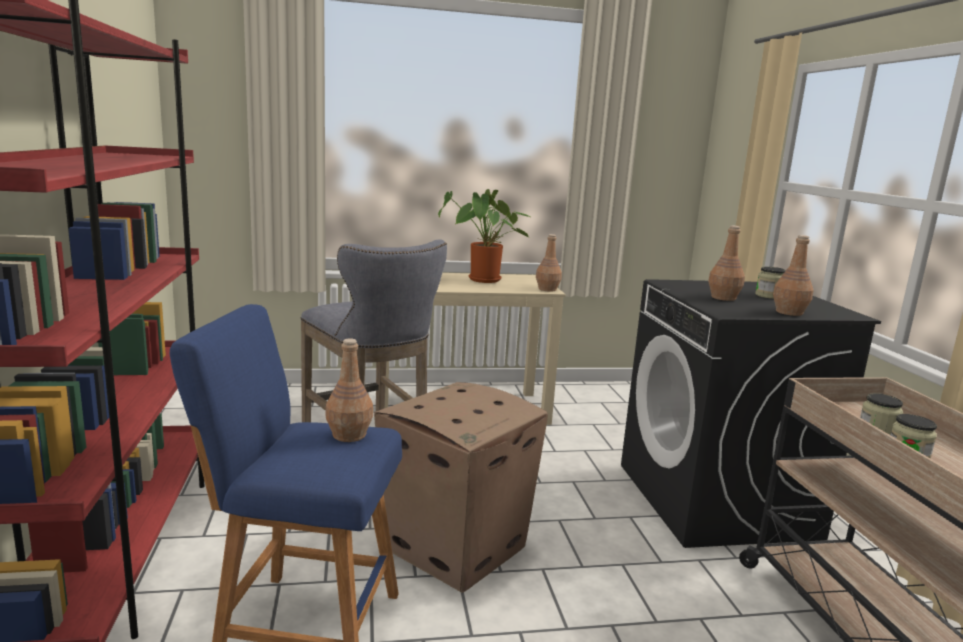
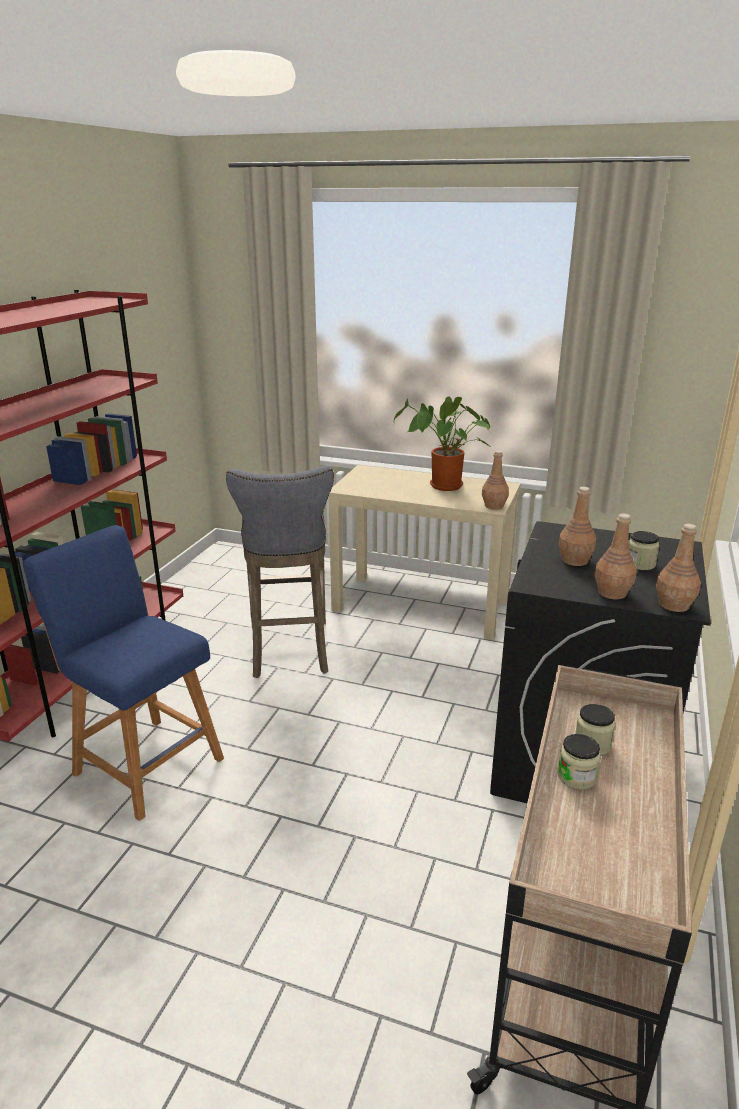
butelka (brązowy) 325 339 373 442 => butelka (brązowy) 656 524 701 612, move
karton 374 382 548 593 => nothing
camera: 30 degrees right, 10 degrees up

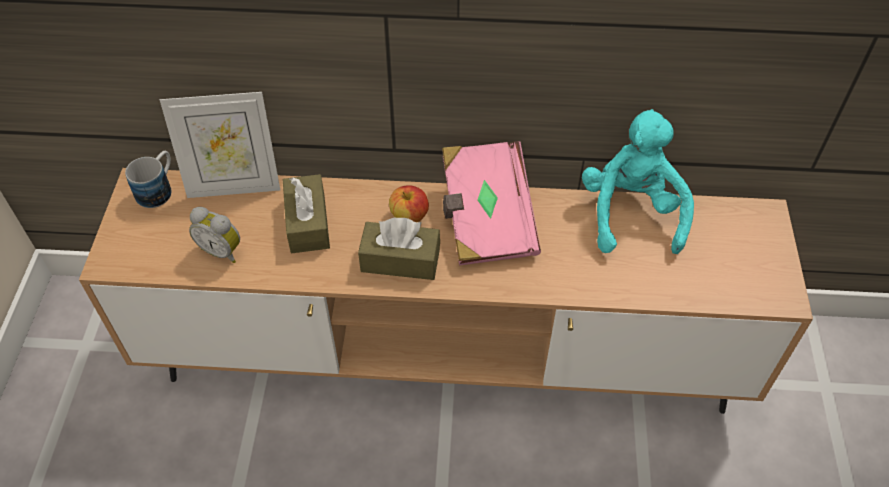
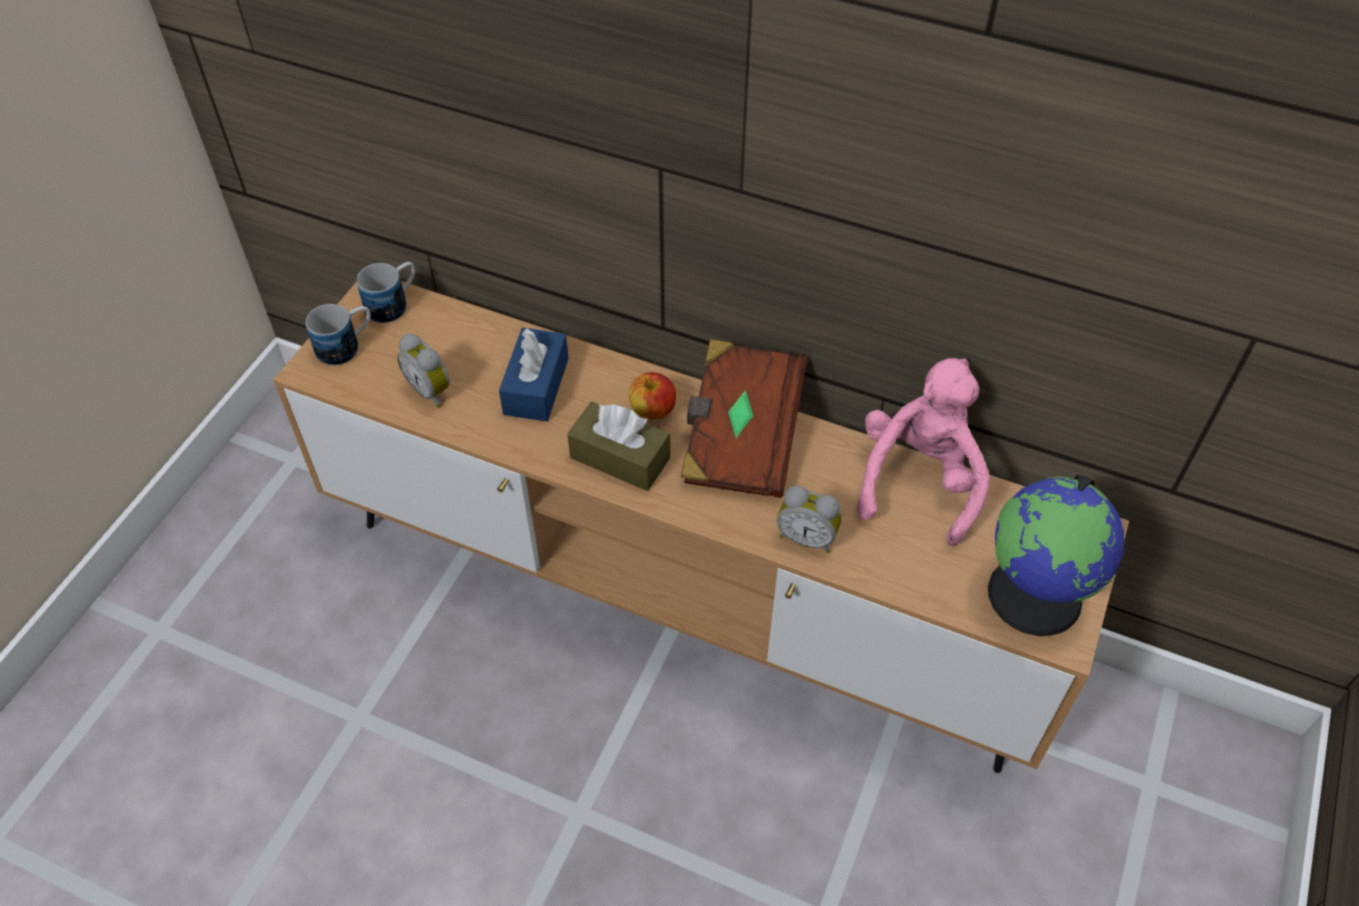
nothing => kubek 306 304 371 365
pudełko chusteczek (brązowy) 283 174 330 253 => pudełko chusteczek (niebieski) 499 328 569 421
książka (różowy) 442 141 541 265 => książka (brązowy) 681 339 807 498
nothing => budzik 777 485 842 553
pluszak (turkusowy) 582 109 694 254 => pluszak (różowy) 857 358 990 546
nothing => globus 988 475 1124 636
ramka na zdjęcie 160 92 280 198 => nothing
camera: 20 degrees right, 0 degrees up

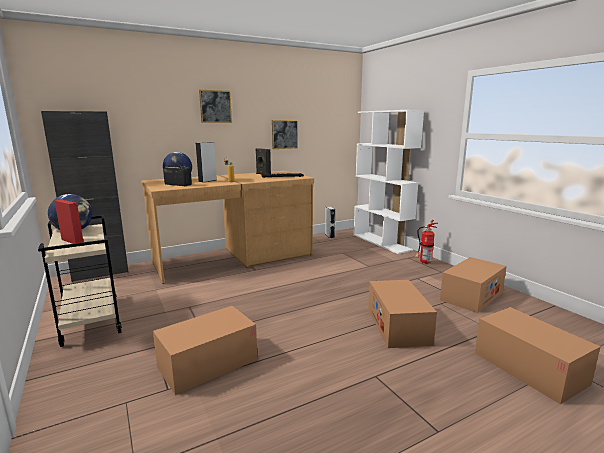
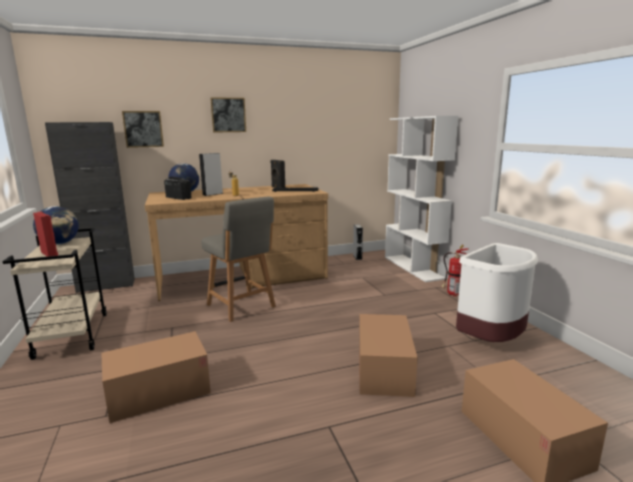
obraz 272 120 298 149 => obraz 122 111 164 148, move
nothing => krzesło (szary) 201 197 276 322
karton 440 257 507 313 => kosz na śmieci (biały) 456 243 538 342
camera: 10 degrees right, 0 degrees up

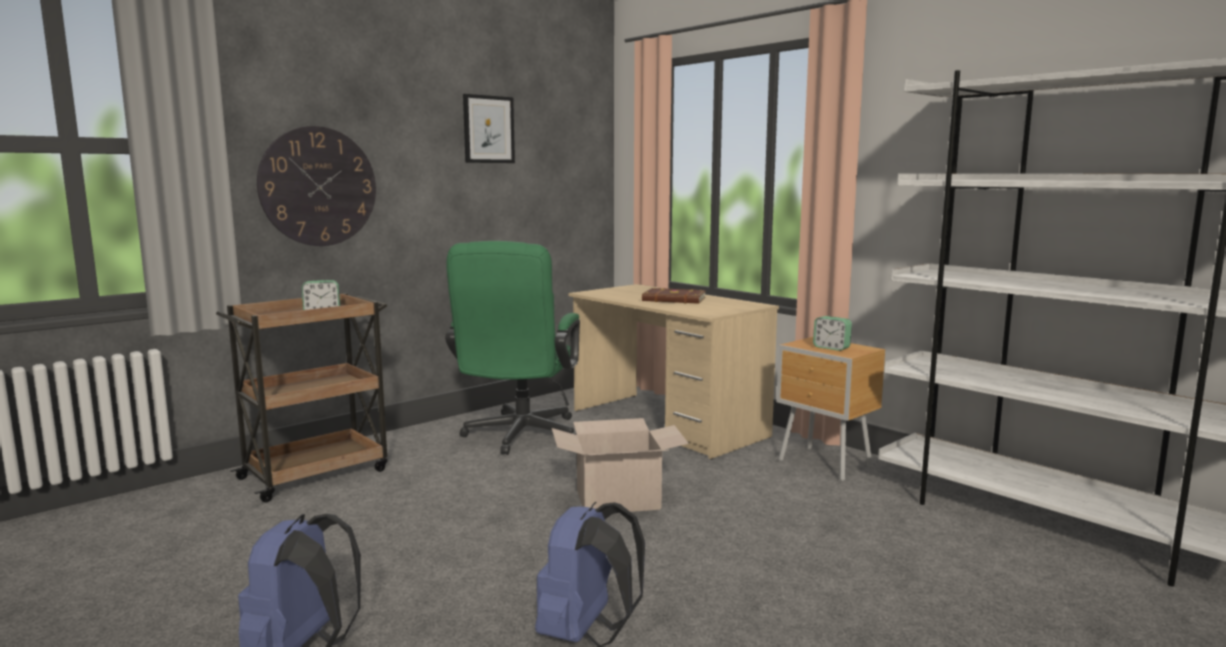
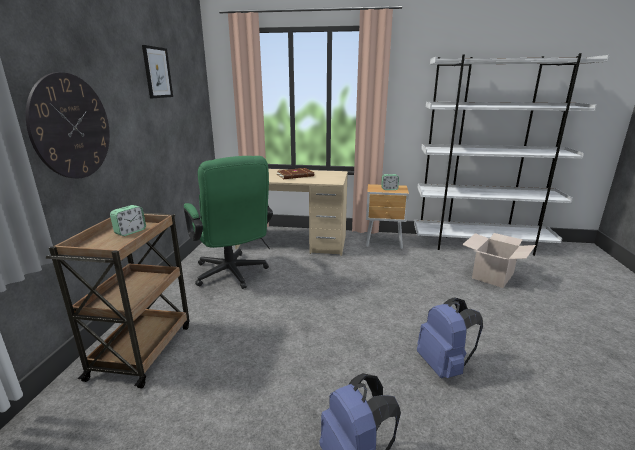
karton 552 418 689 512 => karton 462 233 536 288, move
camera: 40 degrees left, 10 degrees up

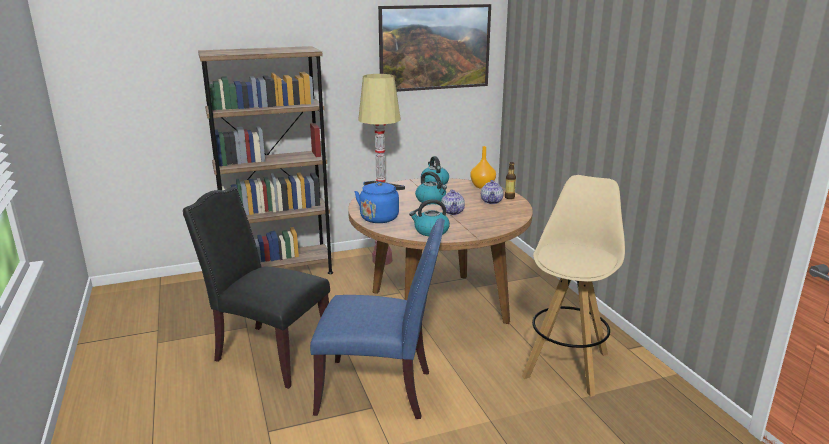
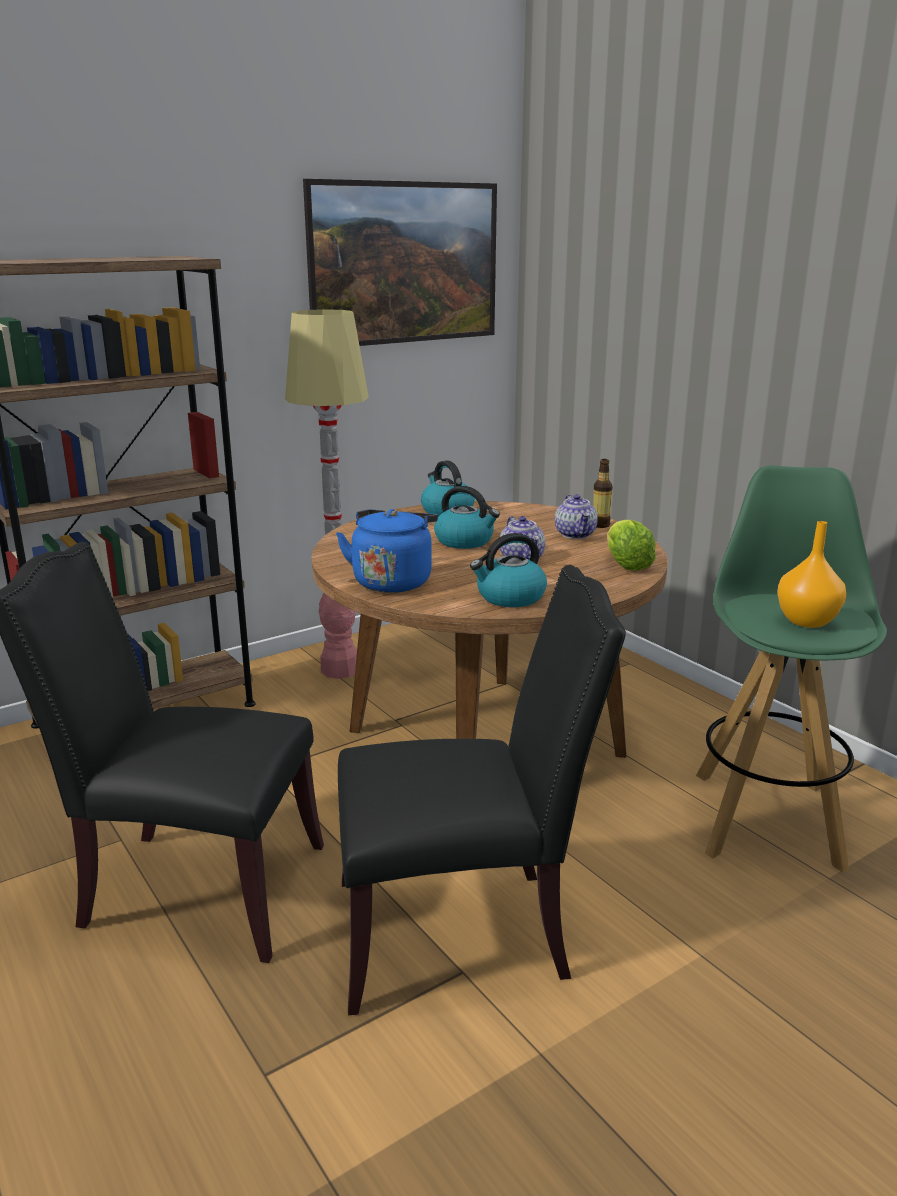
krzesło (niebieski) 310 218 445 419 => krzesło (czarny) 338 565 626 1015
nothing => sałata 607 520 656 571
stołek (beżowy) 522 175 625 397 => stołek (zielony) 696 465 887 873
wazon (pomarańczowy) 470 146 496 189 => wazon (pomarańczowy) 777 521 846 628, move
camera: 15 degrees left, 0 degrees up

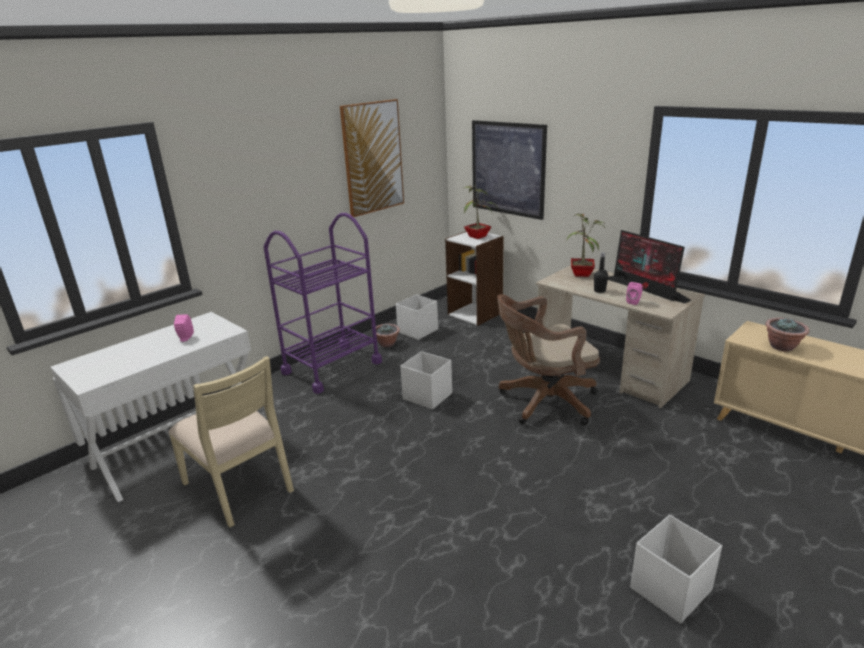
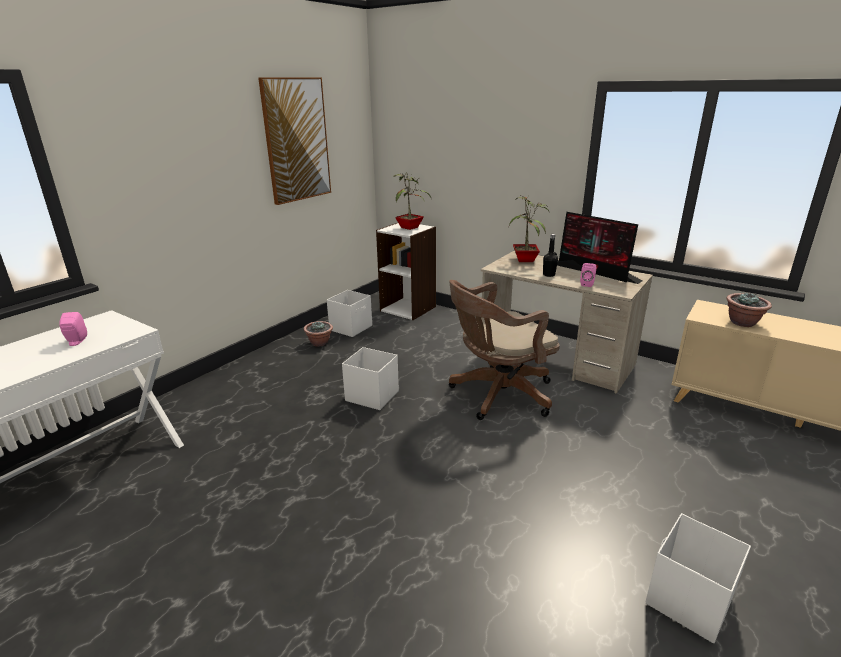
krzesło (beżowy) 168 356 294 527 => nothing
wózek (fioletowy) 264 213 382 394 => nothing
obraz 472 120 547 220 => nothing
camera: 10 degrees left, 0 degrees up

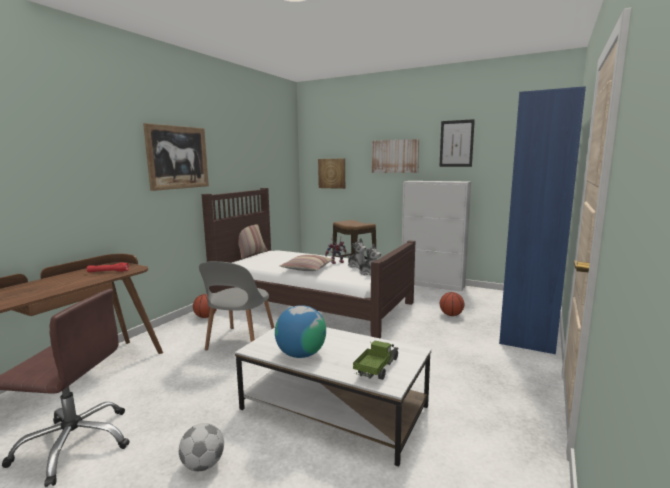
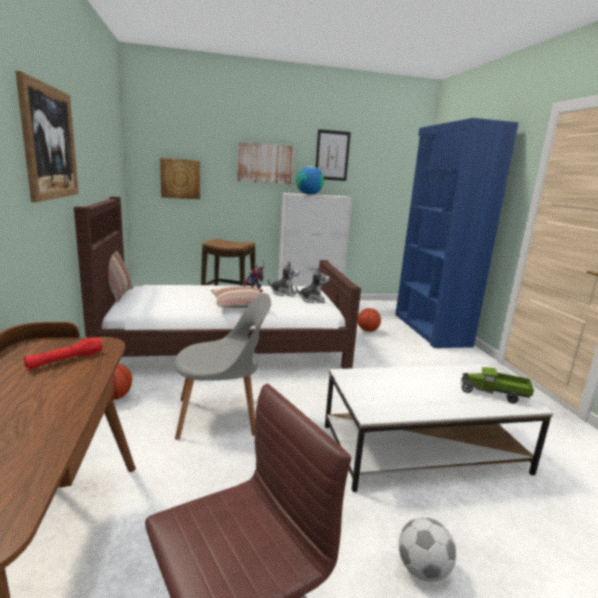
krzesło (szary) 199 261 275 351 => krzesło (szary) 174 293 271 440, 75 degrees counterclockwise
globus 275 305 326 358 => globus 296 166 324 195, move
ciężarówka zabawkowa 353 341 399 380 => ciężarówka zabawkowa 461 367 534 404, 60 degrees counterclockwise
camera: 40 degrees left, 5 degrees up

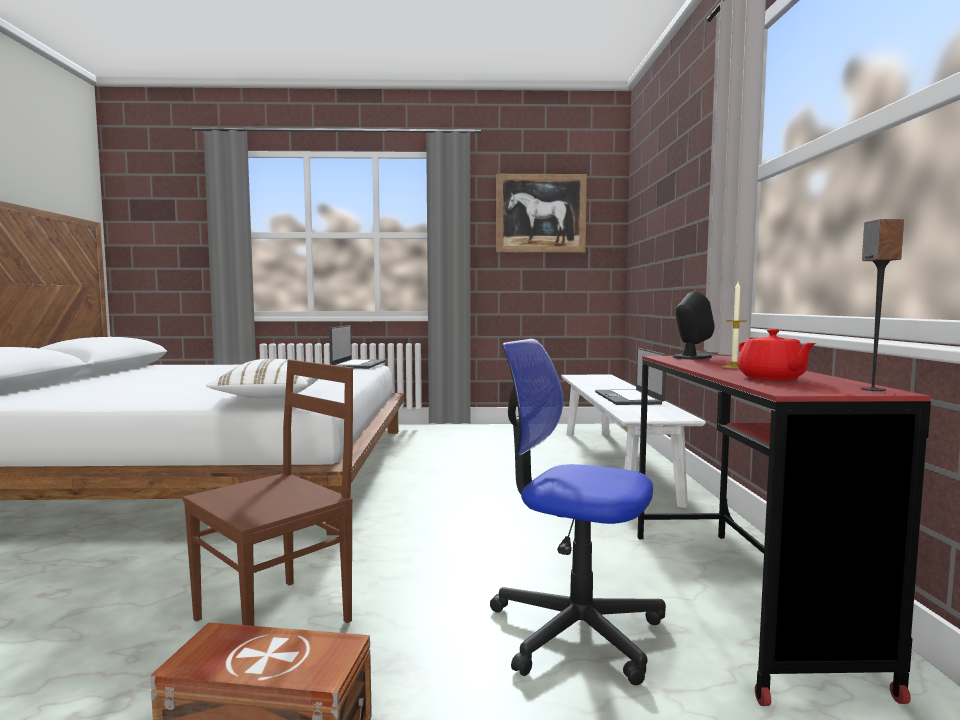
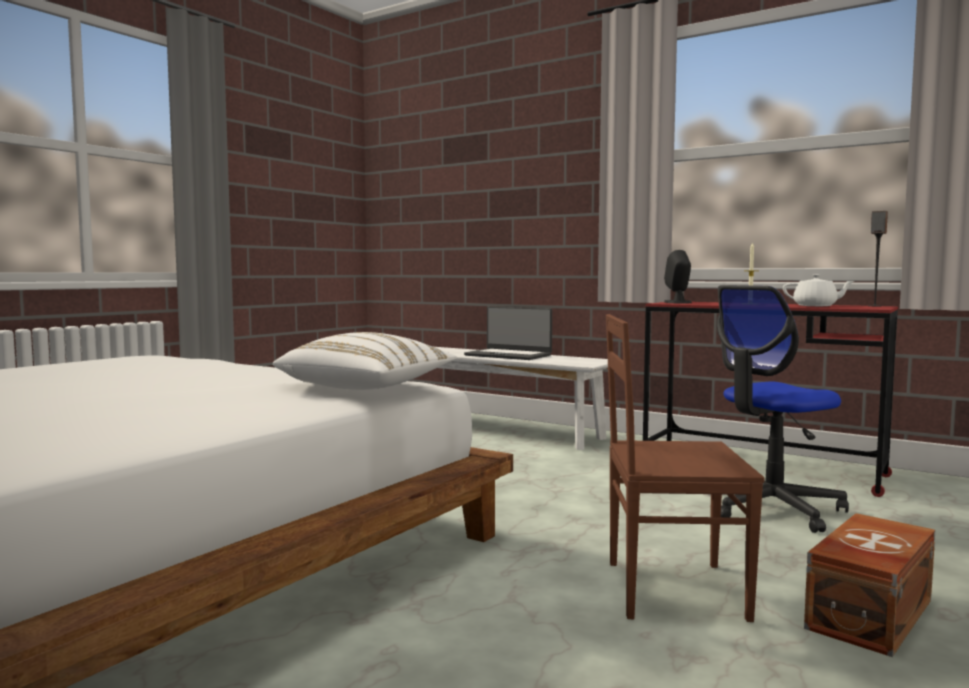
krzesło (brązowy) 183 360 353 626 => krzesło (brązowy) 606 314 765 622, 75 degrees counterclockwise
imbryk (czerwony) 737 329 816 380 => imbryk (biały) 783 274 854 306
laptop 329 325 385 369 => nothing
obraz 496 174 587 253 => nothing
camera: 55 degrees left, 0 degrees up

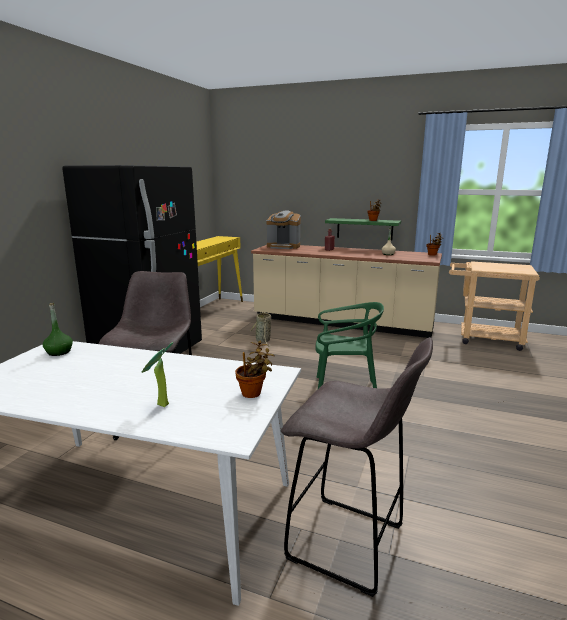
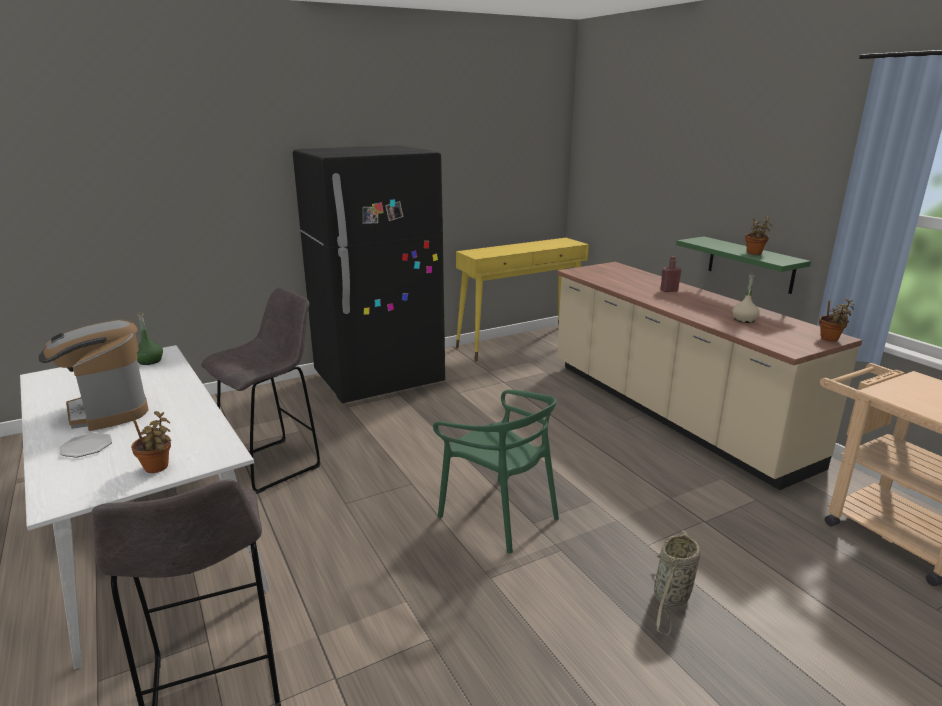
ekspres do kawy 267 211 301 249 => ekspres do kawy 38 320 149 431, move
roślina doniczkowa 141 342 173 407 => talerz 59 433 112 458
koszyk 251 312 271 347 => koszyk 654 530 700 635, move
camera: 40 degrees right, 5 degrees up

